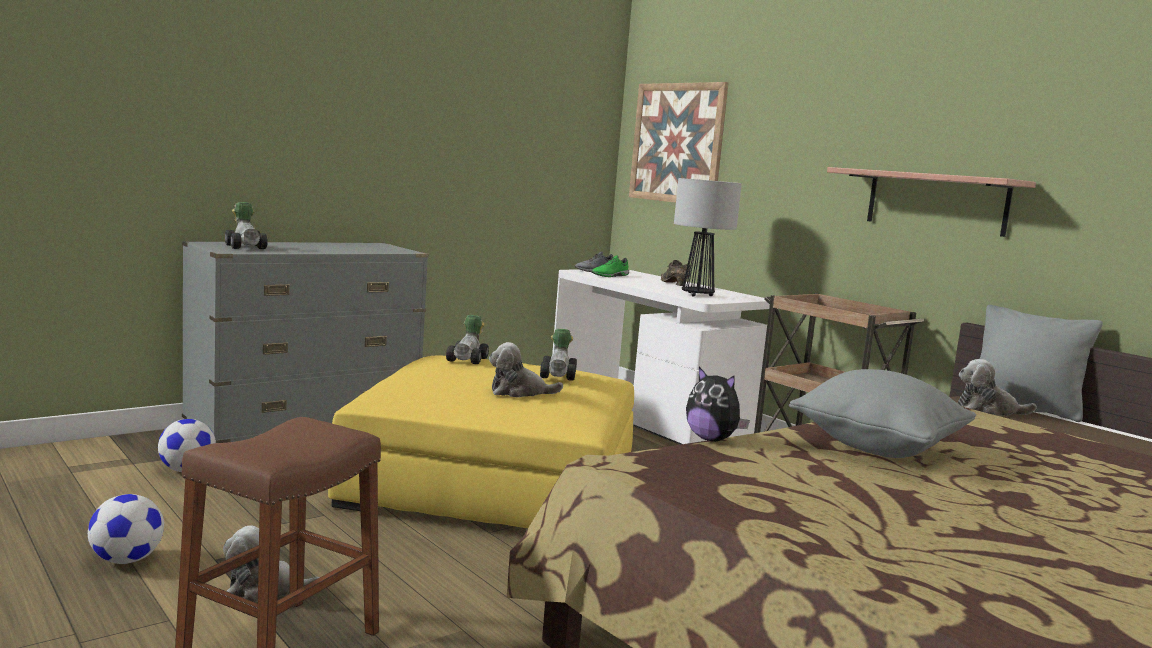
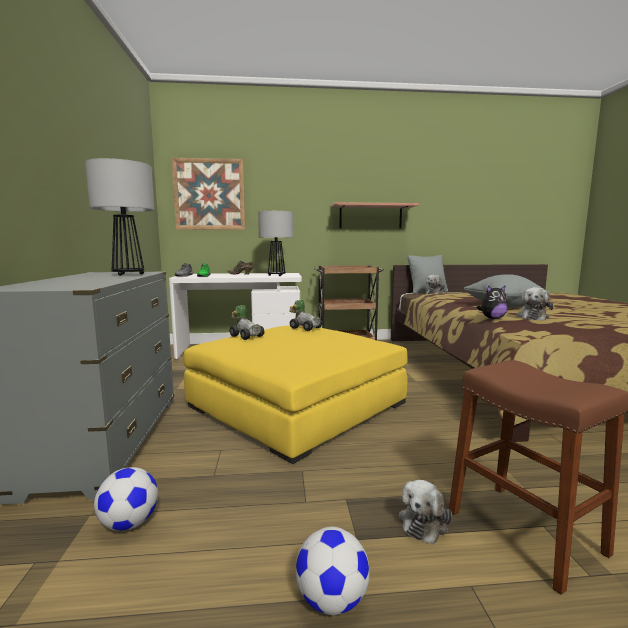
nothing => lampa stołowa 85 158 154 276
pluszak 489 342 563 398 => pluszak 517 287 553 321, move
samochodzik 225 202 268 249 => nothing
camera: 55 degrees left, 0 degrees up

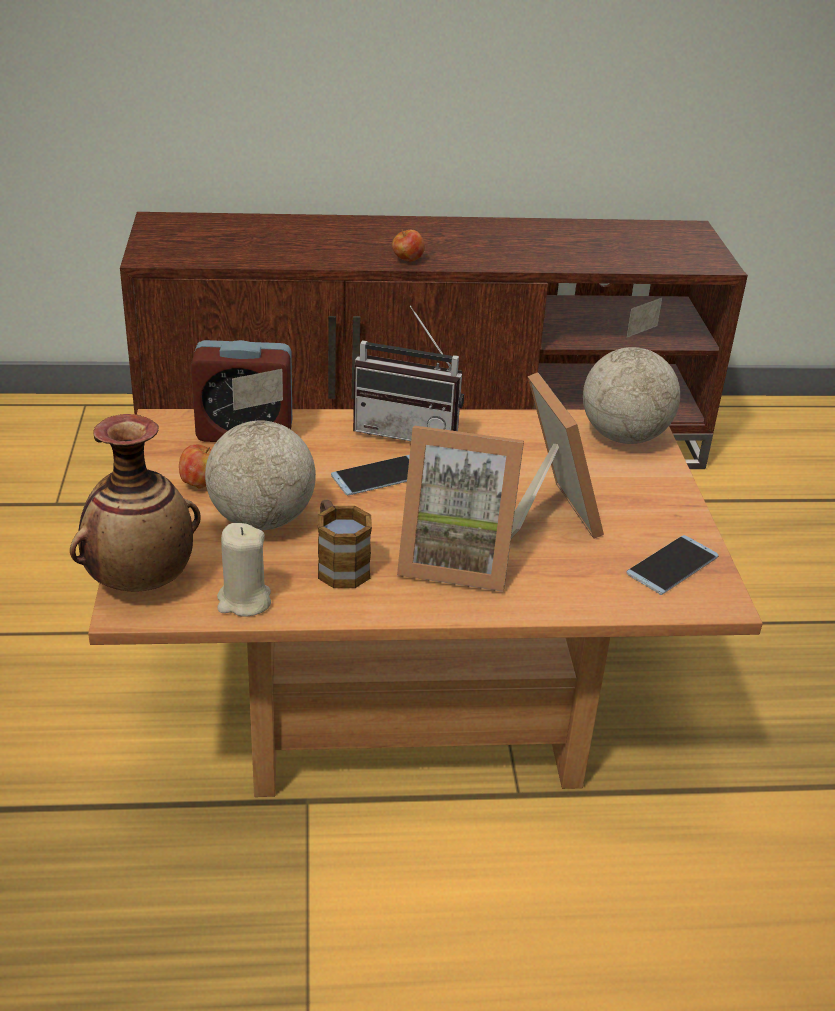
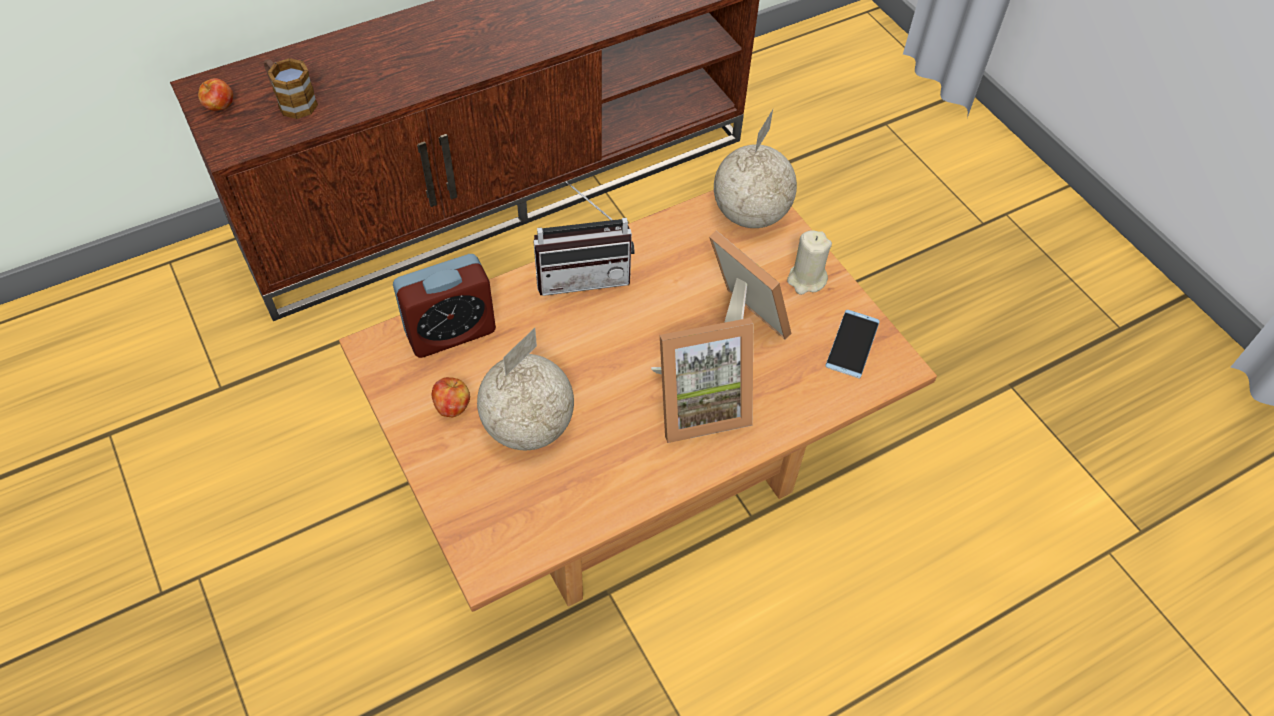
jabłko 392 229 425 261 => jabłko 198 78 233 111, move
kubek 318 500 372 588 => kubek 264 58 318 119, move
świeca (beżowy) 217 523 271 617 => świeca (beżowy) 787 230 832 295, move
wazon 70 414 201 592 => nothing
telefon 331 455 410 495 => nothing
camera: 25 degrees left, 20 degrees up

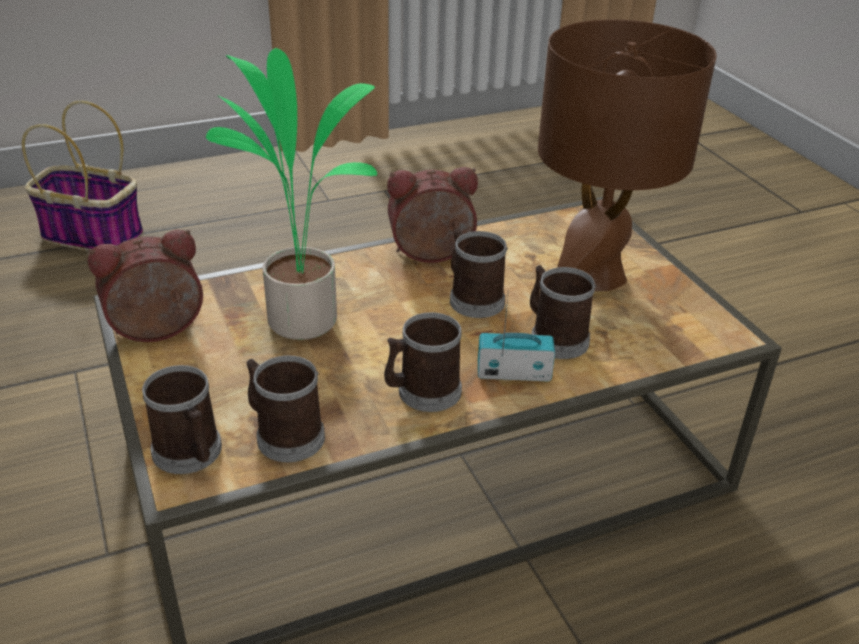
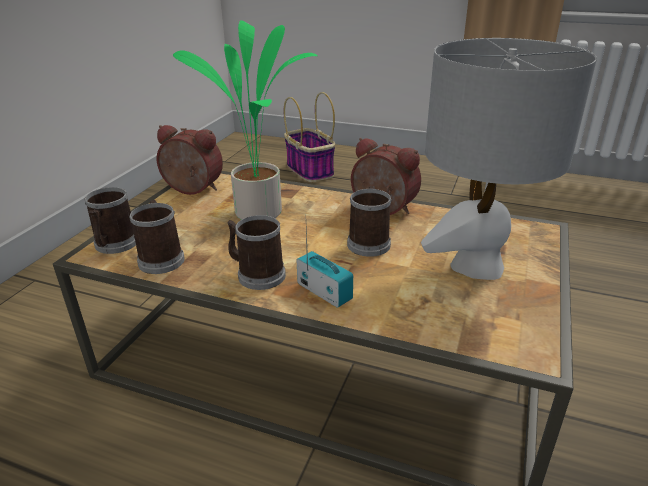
lampa stołowa (brązowy) 538 20 717 291 => lampa stołowa (szary) 421 38 597 280
kubek 530 265 596 359 => nothing
camera: 45 degrees right, 5 degrees down

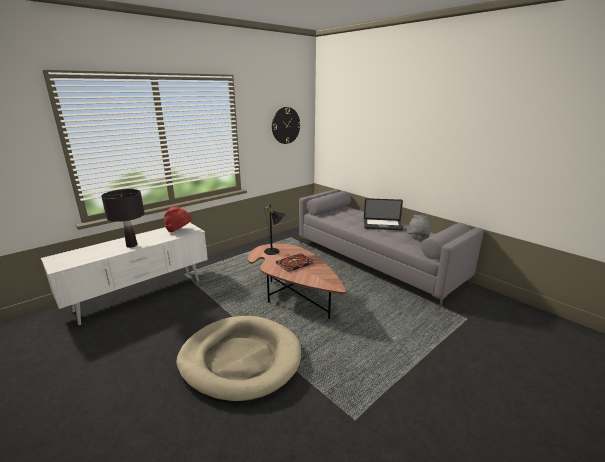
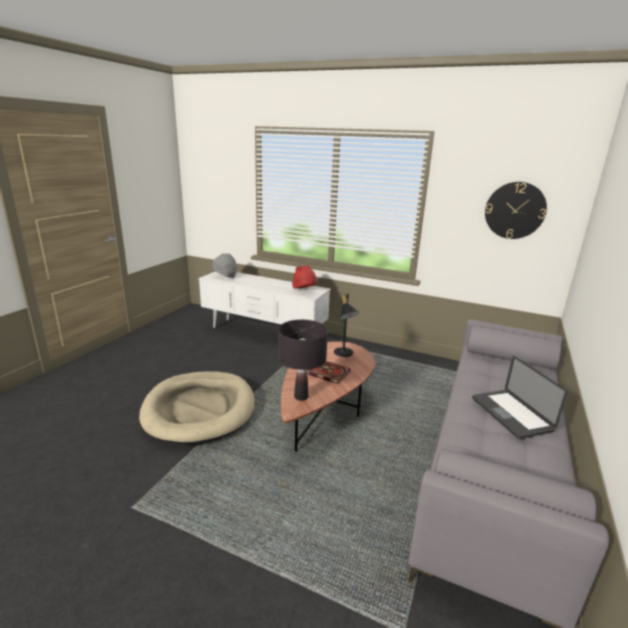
kapelusz (szary) 407 215 431 235 => kapelusz (szary) 211 253 237 278, move
lampa stołowa (czarny) 101 189 145 248 => lampa stołowa (czarny) 278 320 328 401, move
camera: 65 degrees right, 0 degrees up

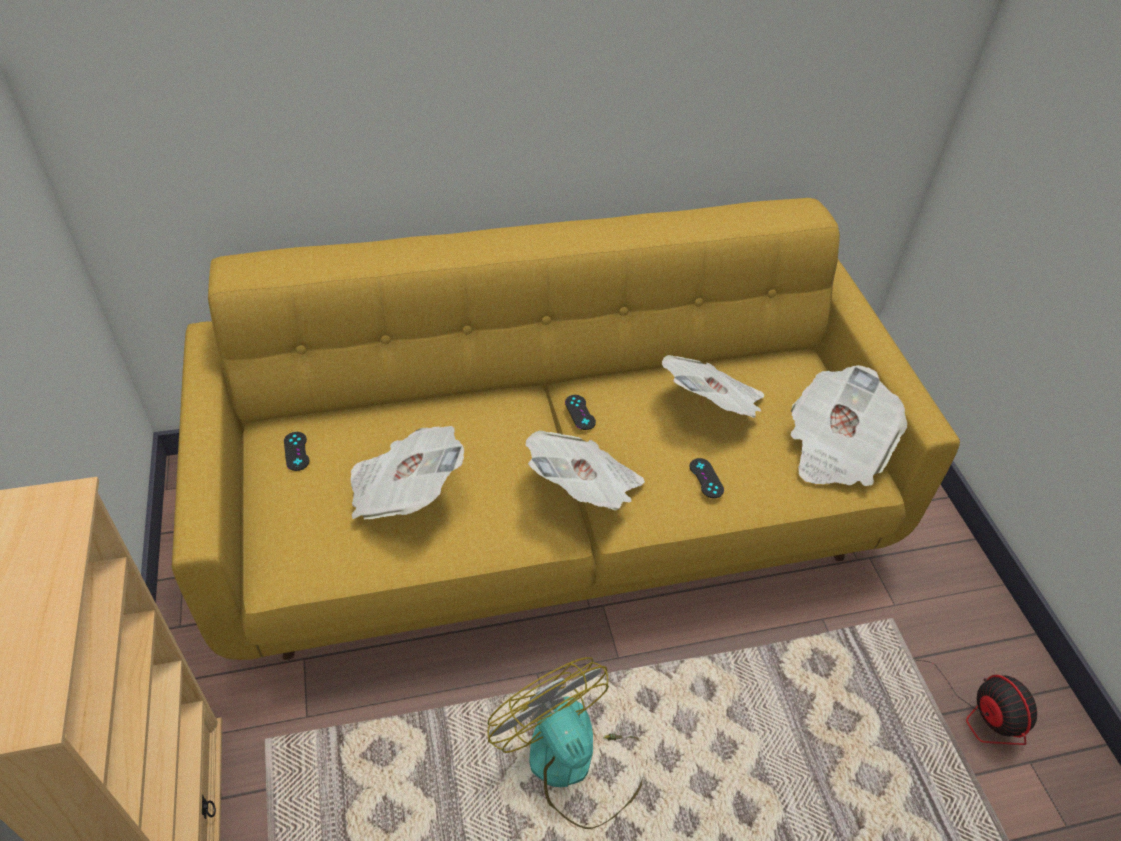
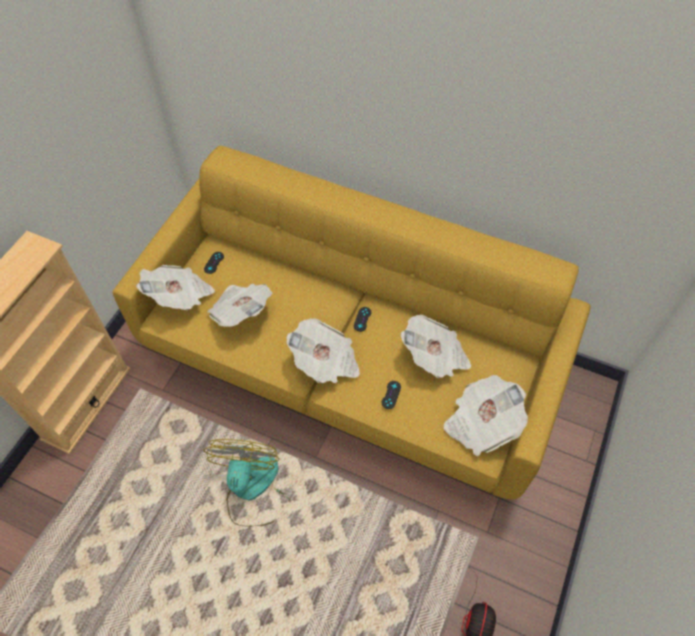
nothing => gazeta 136 265 215 310
camera: 40 degrees right, 10 degrees up

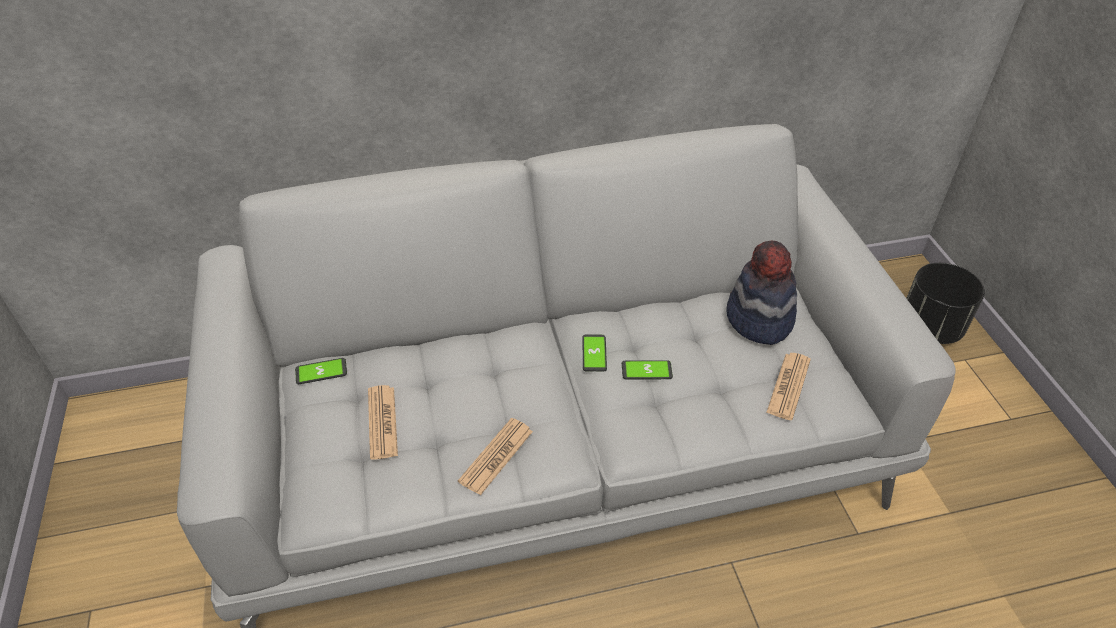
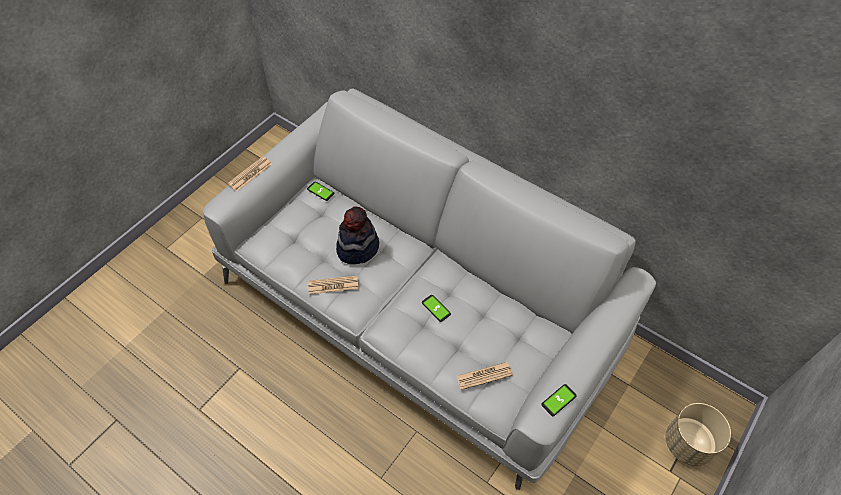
gazeta 368 385 398 460 => gazeta 227 156 272 191, move
kapelusz 726 241 797 345 => kapelusz 336 206 379 264, move
telefon 582 335 607 372 => telefon 541 384 577 416, move
donica (czarny) 906 263 985 344 => donica (beżowy) 666 403 731 466
camera: 50 degrees right, 10 degrees up

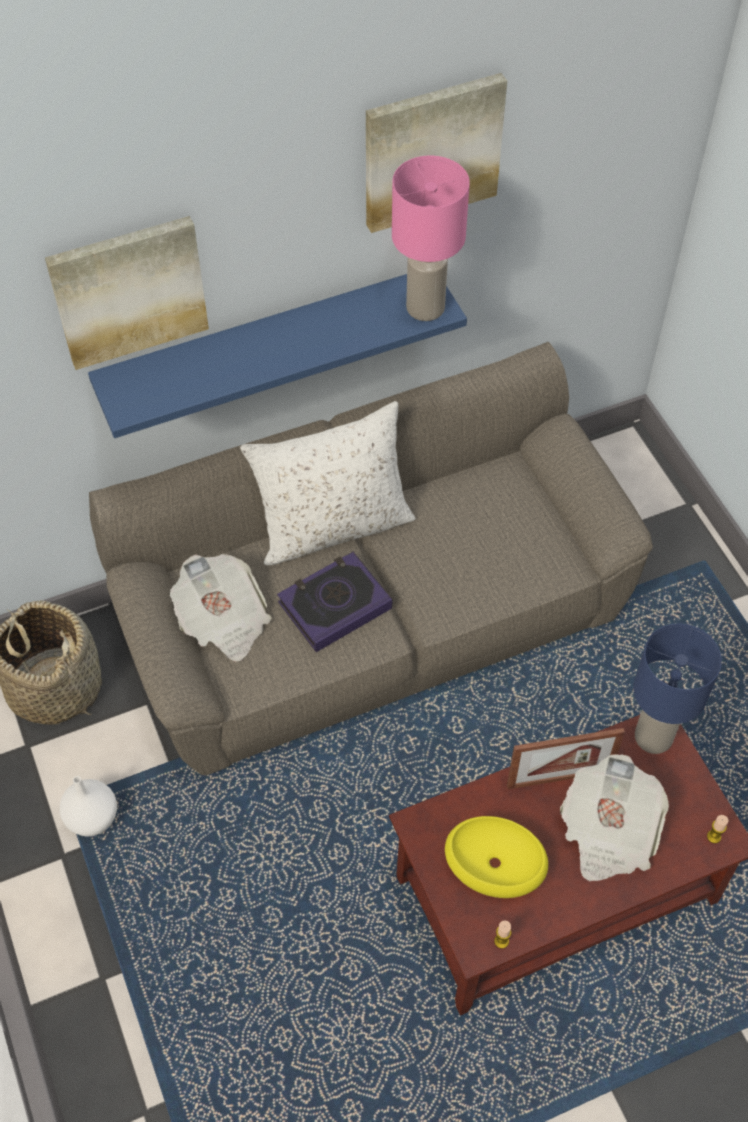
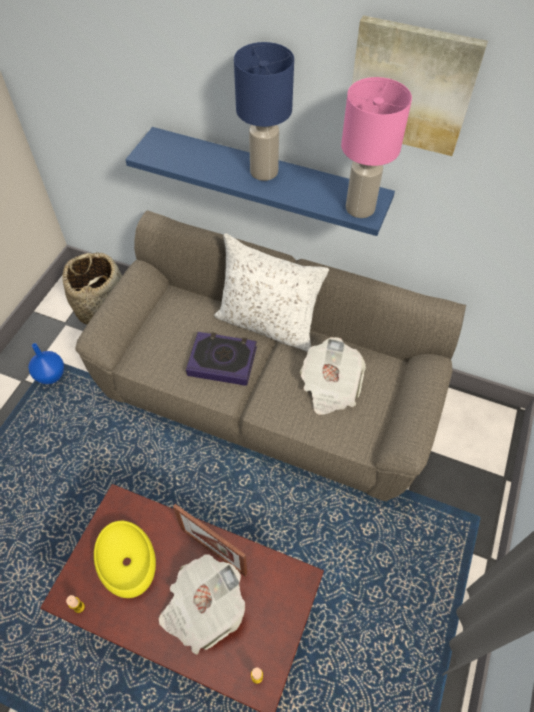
wazon (biały) 60 776 117 837 => wazon (niebieski) 28 343 64 384
lampa stołowa (niebieski) 633 624 722 754 => lampa stołowa (niebieski) 234 42 294 181, move
gazeta 170 554 272 662 => gazeta 300 337 366 415, move
obraz 45 216 209 370 => nothing
camera: 45 degrees right, 0 degrees up

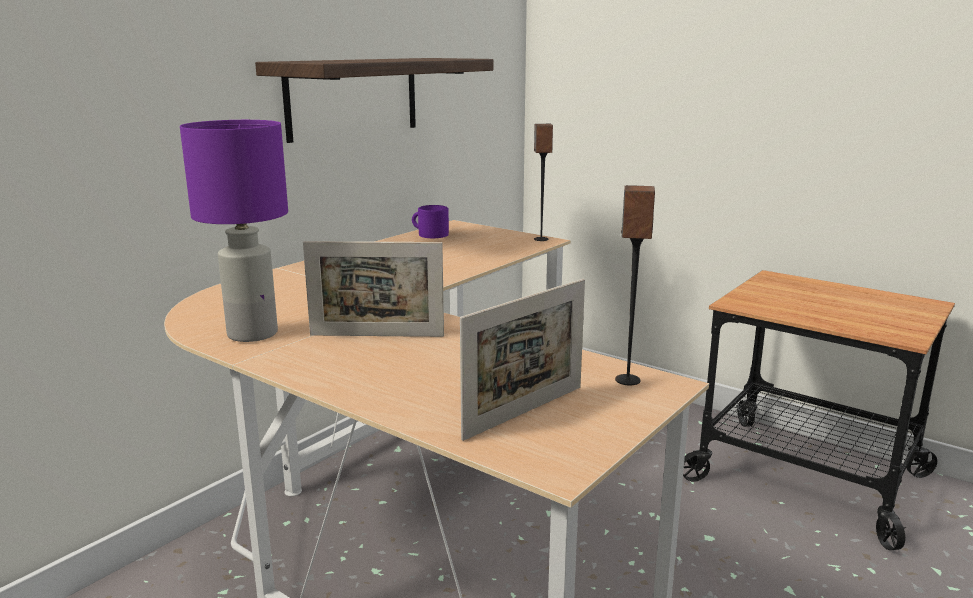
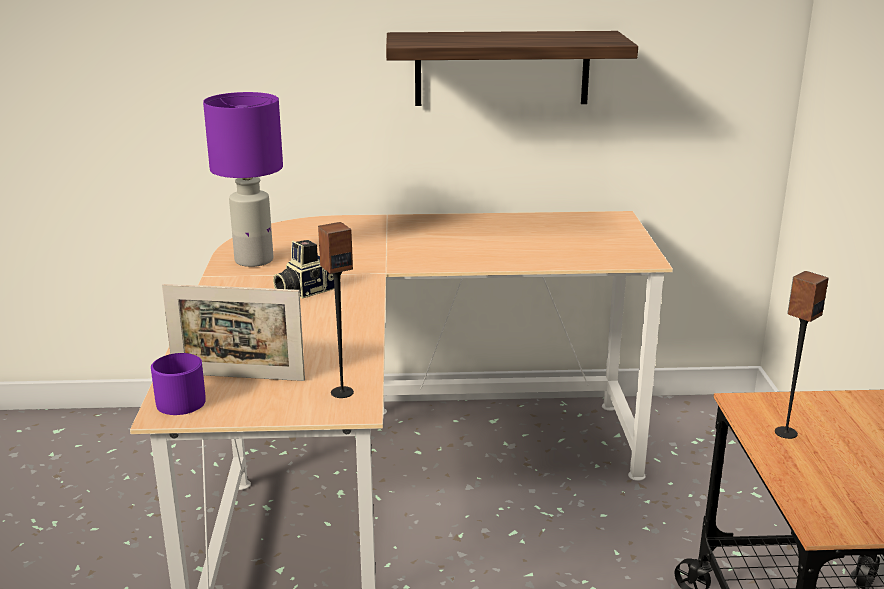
kubek (fioletowy) 412 205 449 238 => kubek (fioletowy) 151 353 205 415, move
ramka na zdjęcie 303 241 444 337 => aparat fotograficzny 273 240 334 299
głośnik 534 124 553 241 => głośnik 775 271 829 439, move
camera: 50 degrees right, 5 degrees up

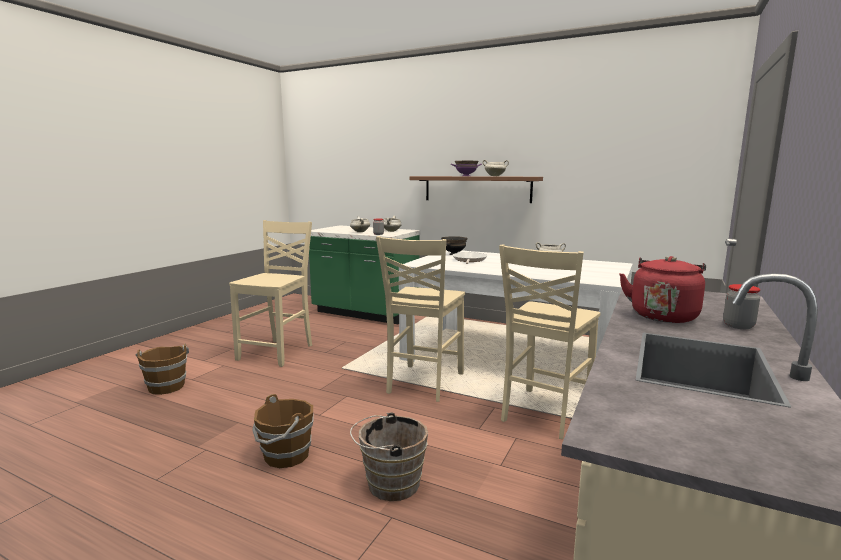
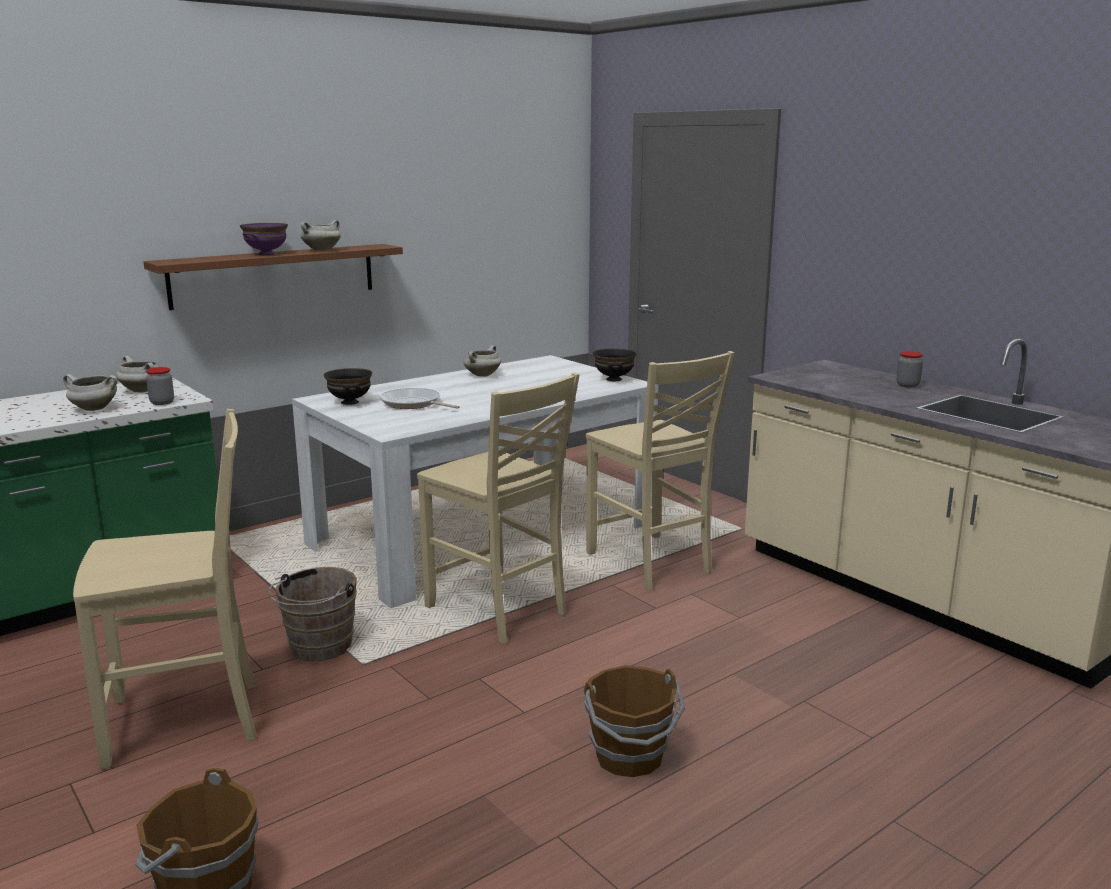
krzesło (beżowy) 229 220 312 367 => krzesło (beżowy) 73 409 257 769, 120 degrees clockwise
wiadro (brązowy) 350 412 428 501 => wiadro (brązowy) 269 567 357 661, move
nothing => miska (czarny) 593 348 637 381
czajnik (czerwony) 619 256 706 323 => nothing
camera: 65 degrees left, 5 degrees up

